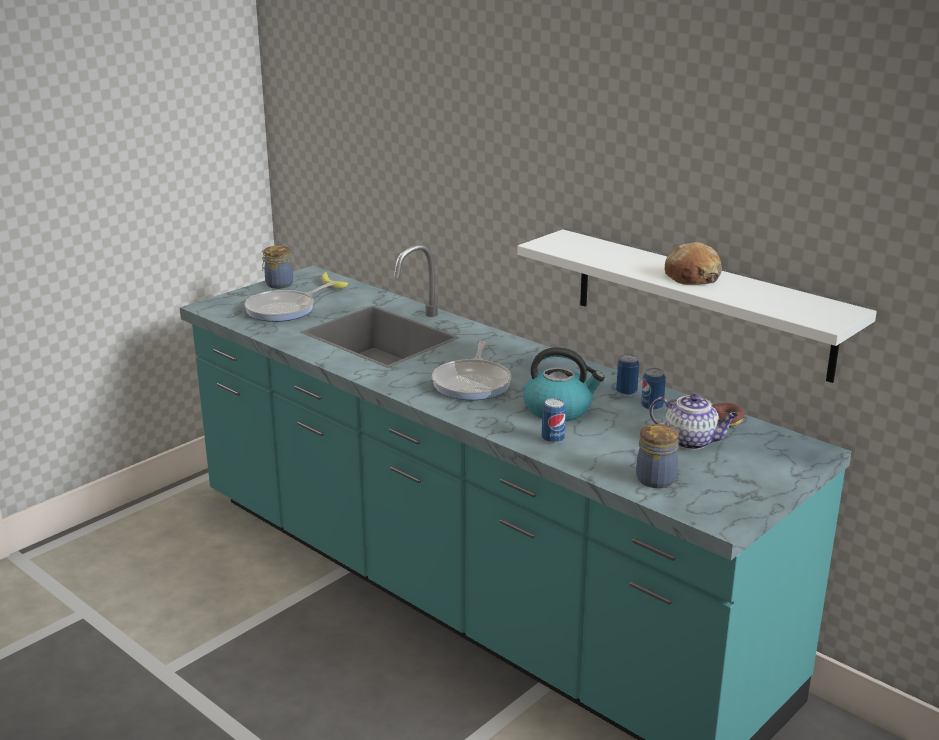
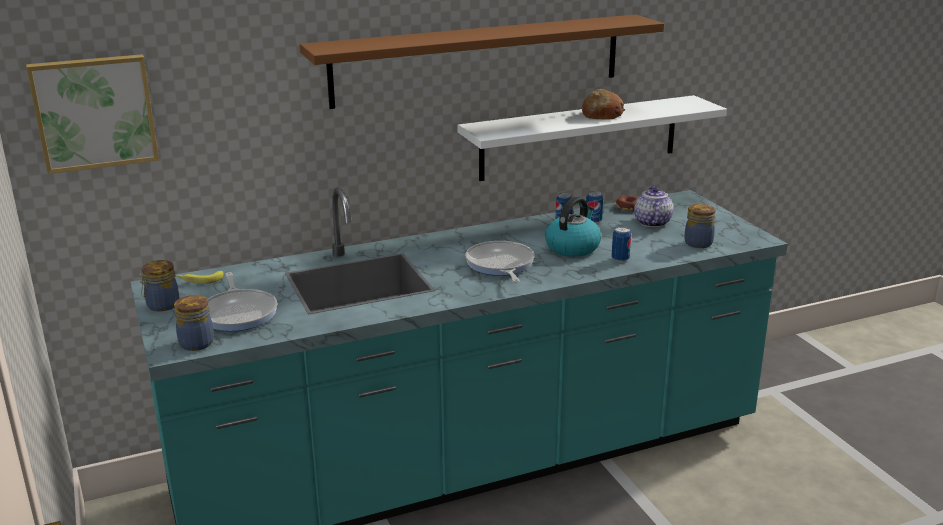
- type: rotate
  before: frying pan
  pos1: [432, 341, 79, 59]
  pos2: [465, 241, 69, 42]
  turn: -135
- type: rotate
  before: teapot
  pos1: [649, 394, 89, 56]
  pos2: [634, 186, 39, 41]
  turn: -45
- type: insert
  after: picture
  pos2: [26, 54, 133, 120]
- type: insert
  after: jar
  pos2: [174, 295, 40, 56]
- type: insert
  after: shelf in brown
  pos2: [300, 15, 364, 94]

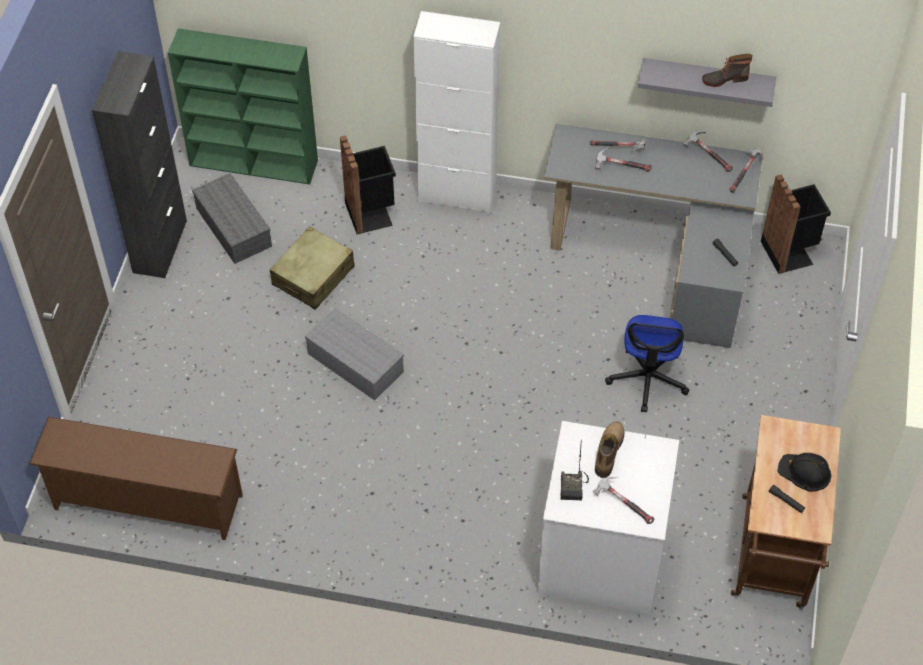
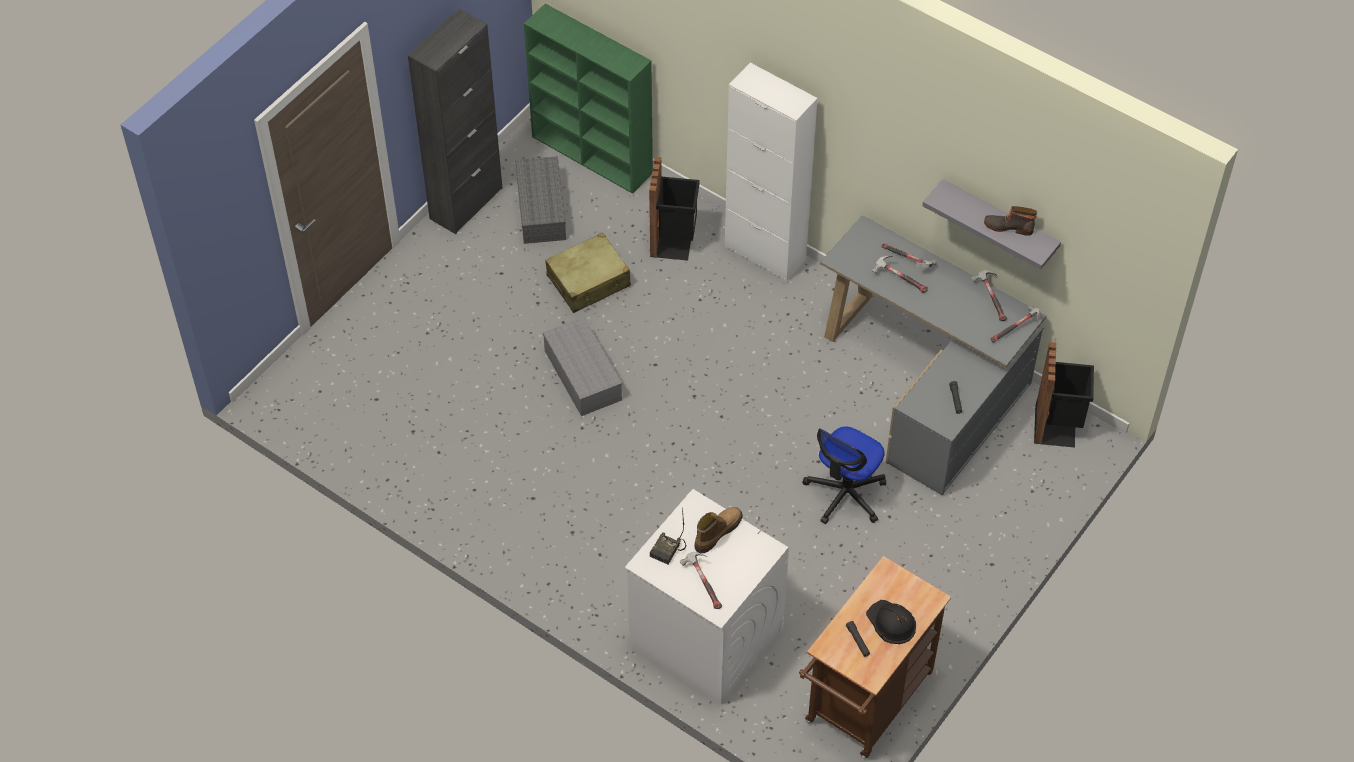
- type: delete
  before: shoe rack in brown
  pos1: [29, 417, 214, 123]

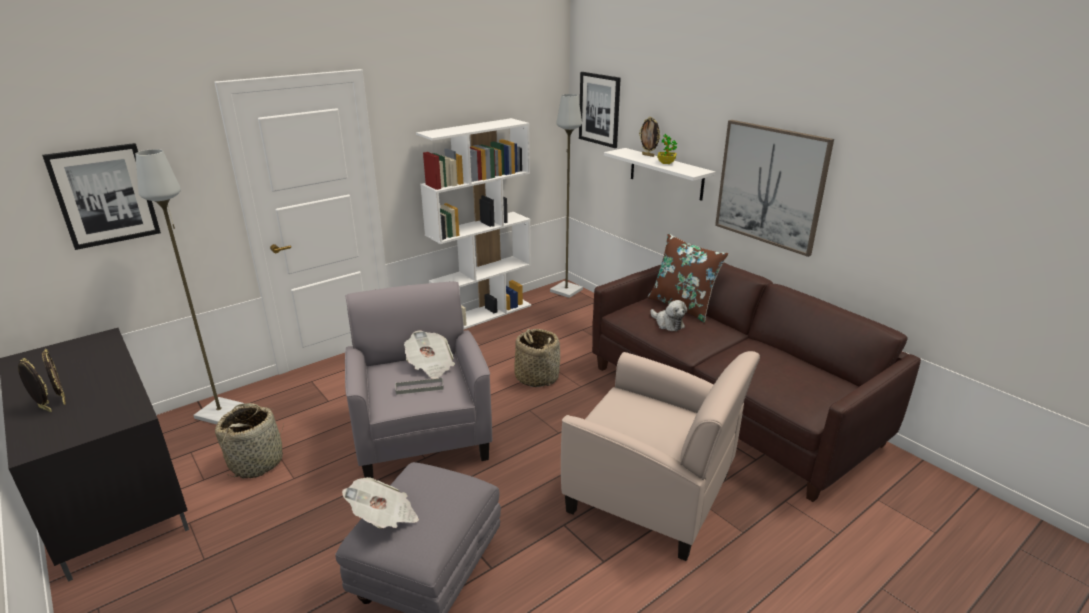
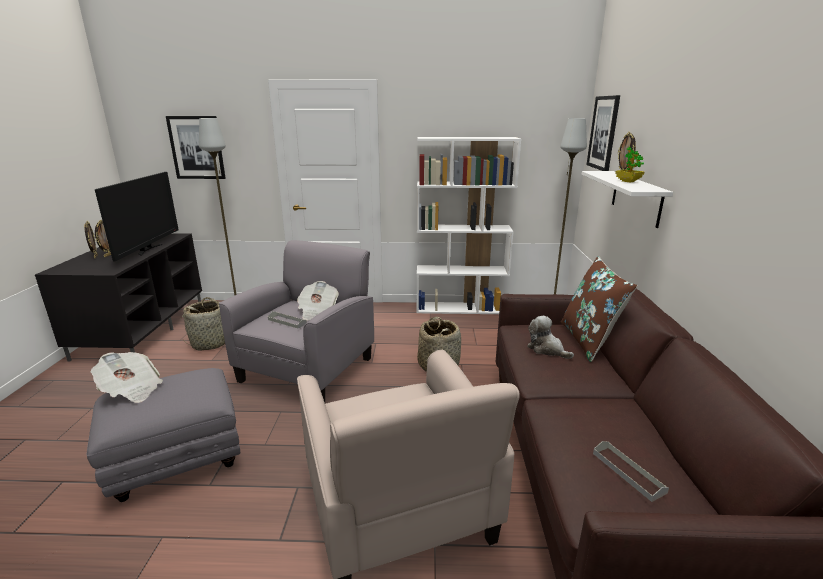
- type: rotate
  before: plush toy
  pos1: [650, 300, 37, 31]
  pos2: [527, 316, 47, 43]
  turn: 135
- type: delete
  before: picture
  pos1: [715, 120, 119, 137]
- type: insert
  after: television
  pos2: [95, 172, 84, 89]
- type: insert
  after: tray in grey
  pos2: [593, 441, 76, 61]

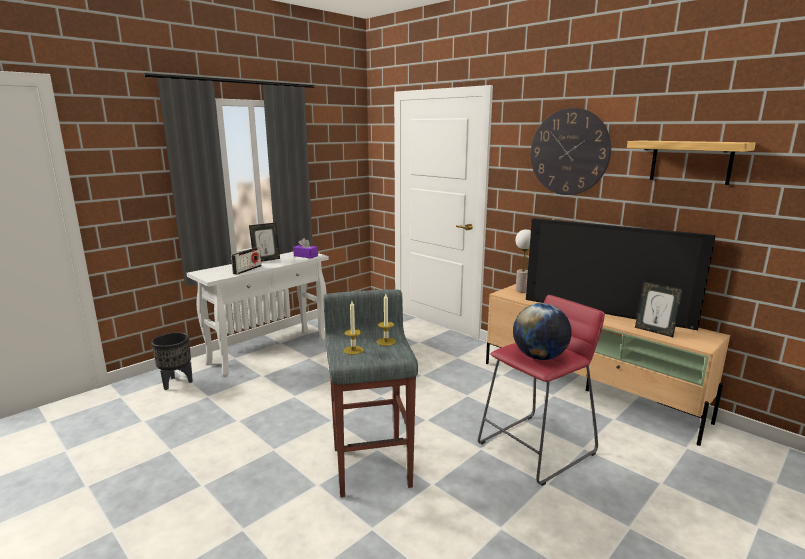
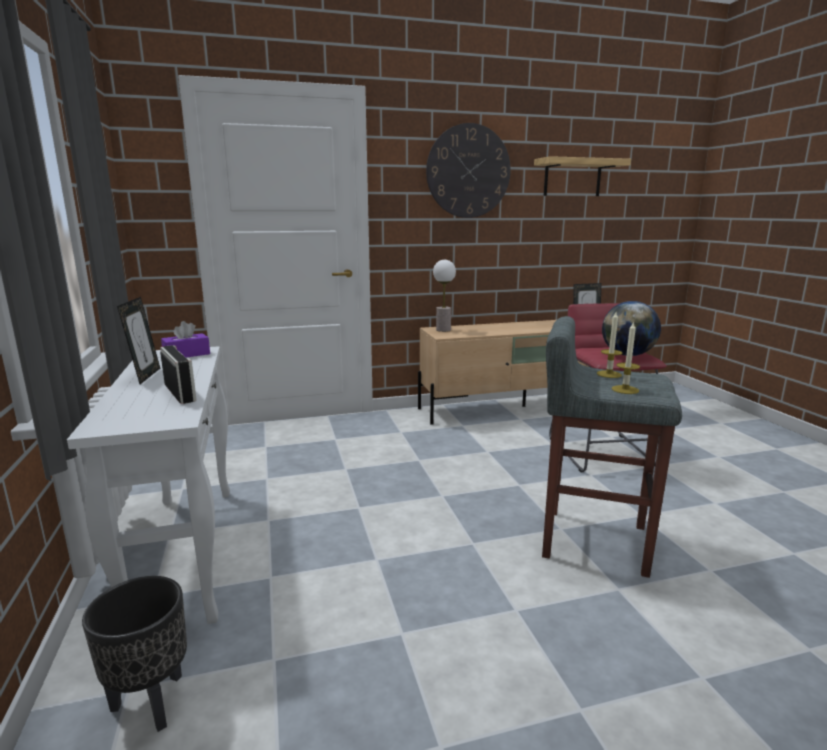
- type: delete
  before: television
  pos1: [526, 218, 190, 112]

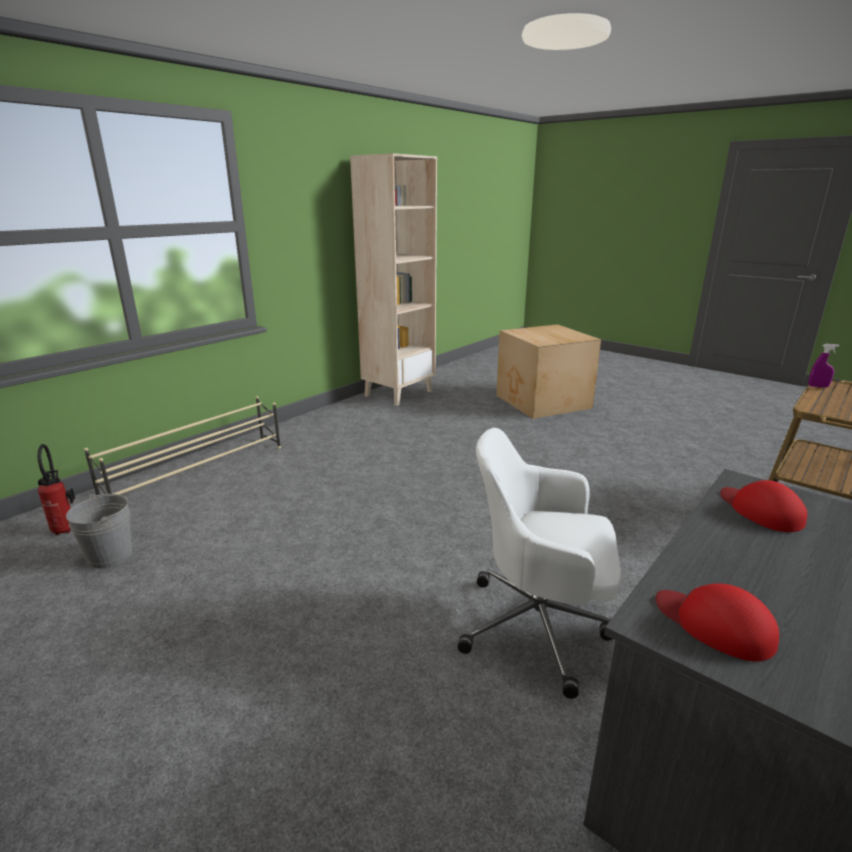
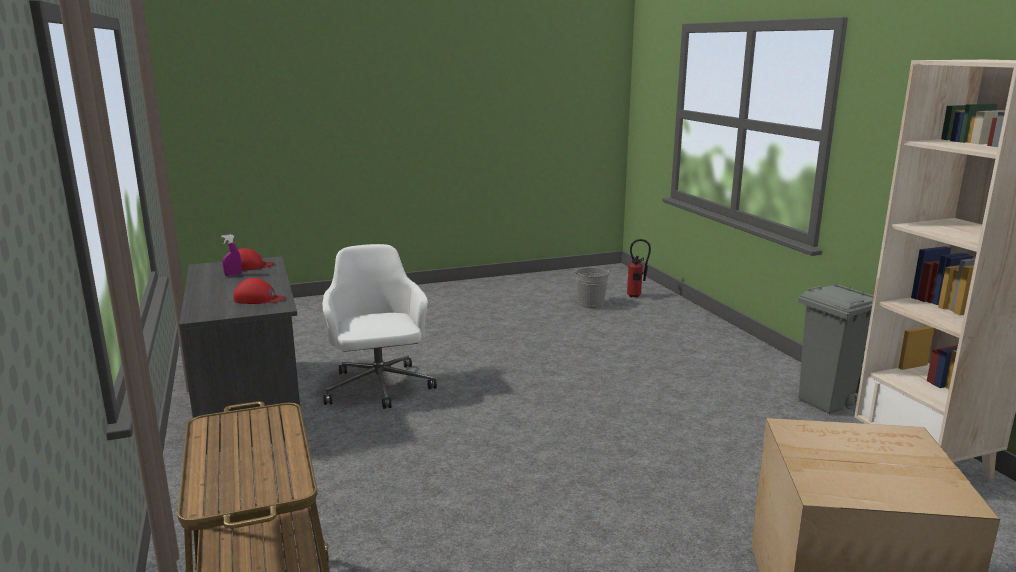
- type: delete
  before: shoe rack in beige
  pos1: [84, 396, 197, 101]
- type: rotate
  before: office chair in white
  pos1: [458, 428, 164, 271]
  pos2: [322, 244, 115, 165]
  turn: -60
- type: move
  before: spray bottle in purple
  pos1: [809, 344, 30, 44]
  pos2: [221, 234, 21, 42]
- type: insert
  after: trash can in grey
  pos2: [798, 283, 76, 131]

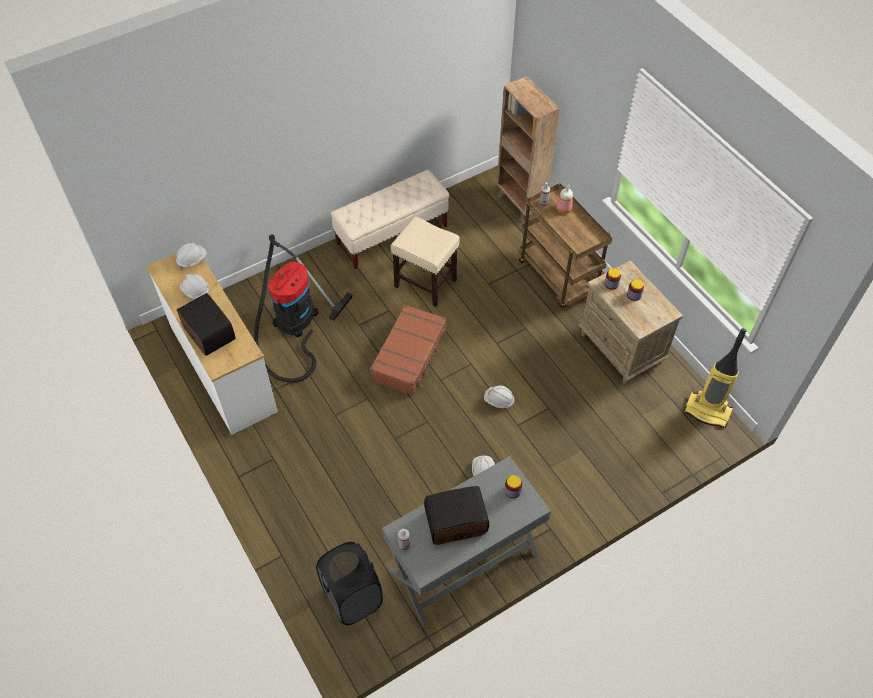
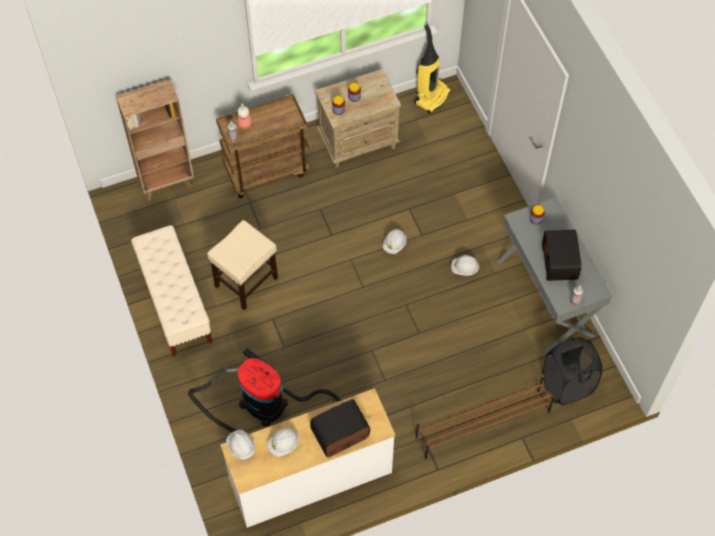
- type: delete
  before: suitcase in brown
  pos1: [370, 305, 77, 91]
- type: insert
  after: shoe rack in brown
  pos2: [415, 375, 140, 86]

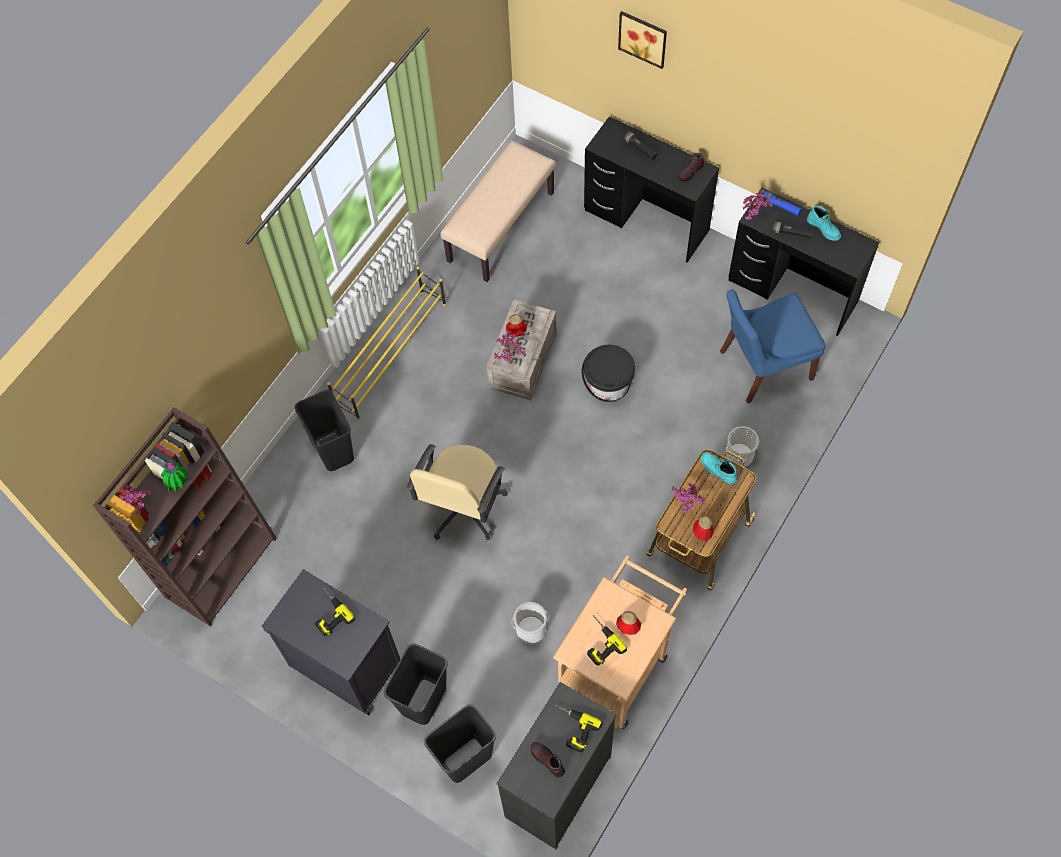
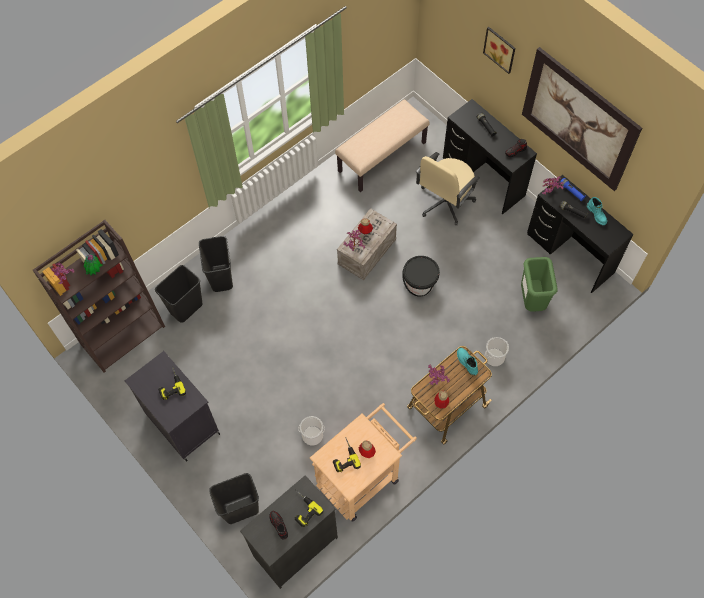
- type: delete
  before: shoe rack in yellow
  pos1: [327, 267, 119, 153]
- type: move
  before: trash can in black
  pos1: [384, 644, 64, 81]
  pos2: [155, 265, 48, 58]
- type: move
  before: office chair in beige
  pos1: [407, 444, 101, 96]
  pos2: [416, 152, 64, 73]
- type: replace
  before: chair in blue
  after: trash can in green
  pos1: [720, 289, 106, 115]
  pos2: [521, 257, 37, 55]
- type: insert
  after: picture
  pos2: [522, 47, 120, 144]

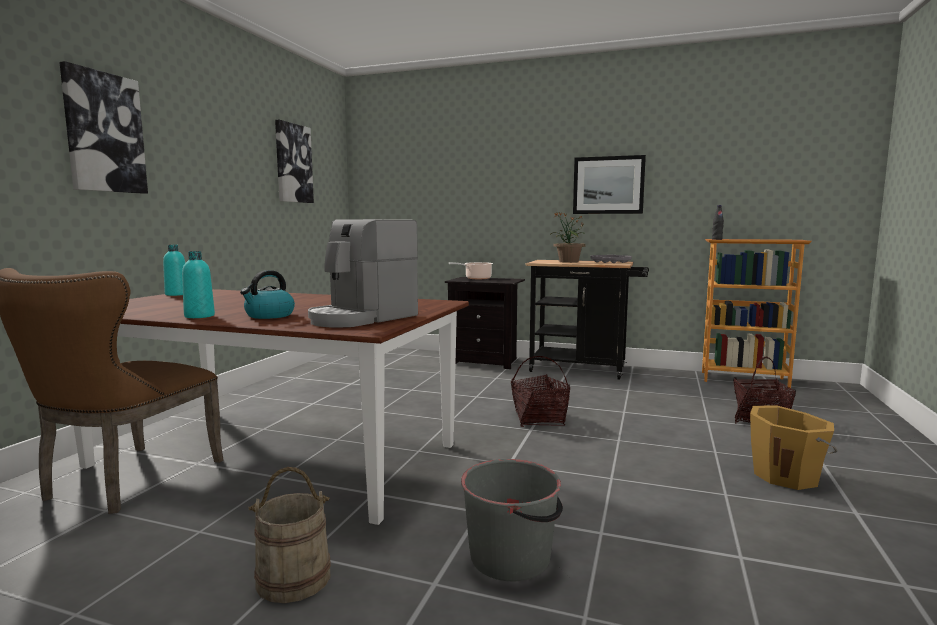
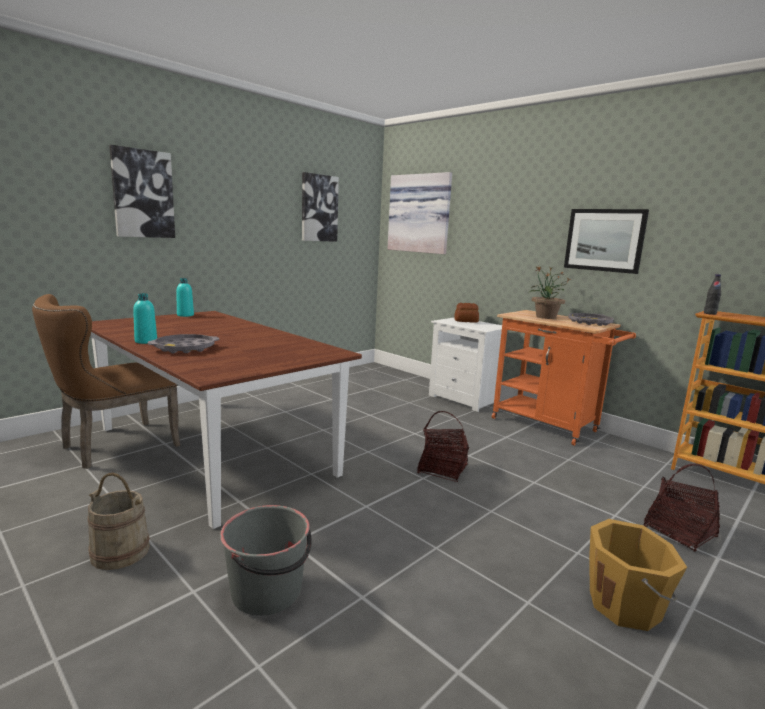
- type: replace
  before: kettle
  after: tray in grey
  pos1: [240, 270, 55, 49]
  pos2: [148, 334, 71, 19]
- type: delete
  before: coffee machine
  pos1: [308, 219, 110, 109]
- type: recolor
  before: nightstand in black
  after: nightstand in white
  pos1: [445, 277, 80, 92]
  pos2: [429, 318, 73, 94]
- type: replace
  before: cooking pot
  after: bread
  pos1: [449, 262, 44, 17]
  pos2: [454, 303, 25, 20]
- type: recolor
  before: cart in black
  after: cart in orange
  pos1: [526, 260, 123, 120]
  pos2: [492, 310, 144, 136]
- type: insert
  after: picture
  pos2: [388, 172, 64, 82]

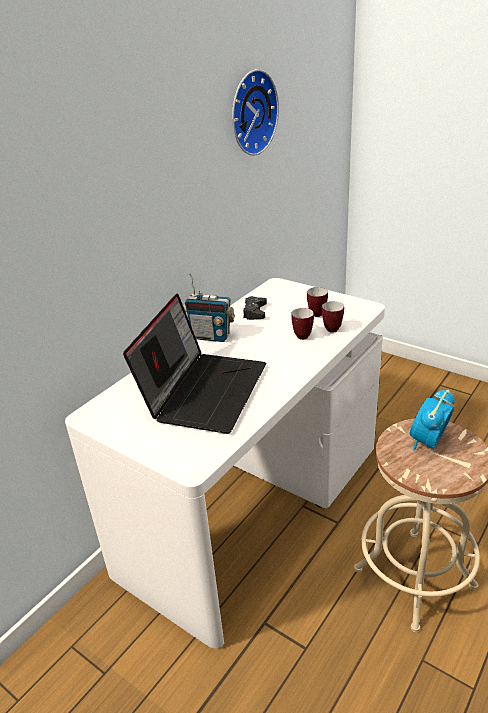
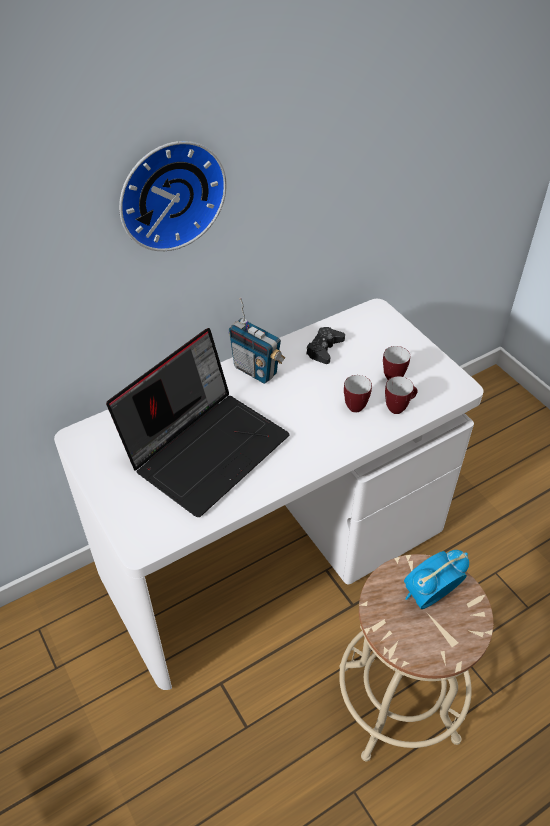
- type: move
  before: wall clock
  pos1: [232, 69, 47, 87]
  pos2: [119, 141, 107, 110]

